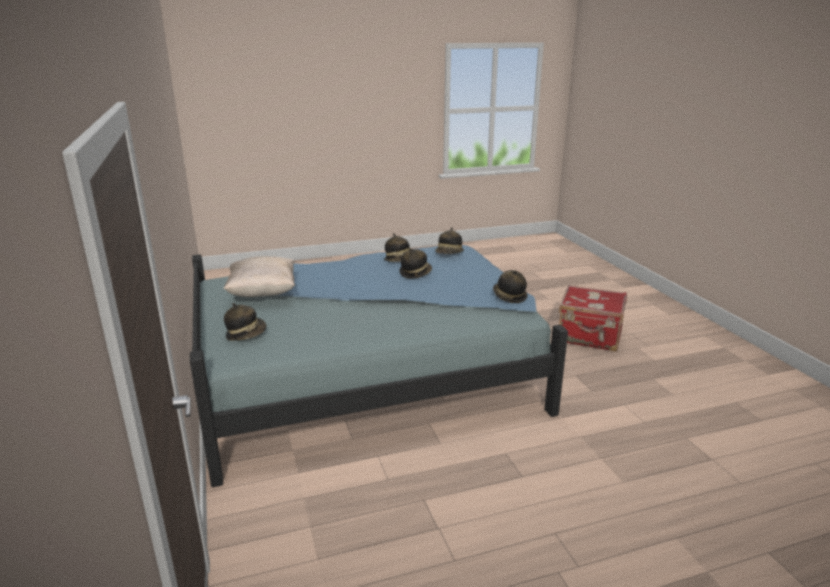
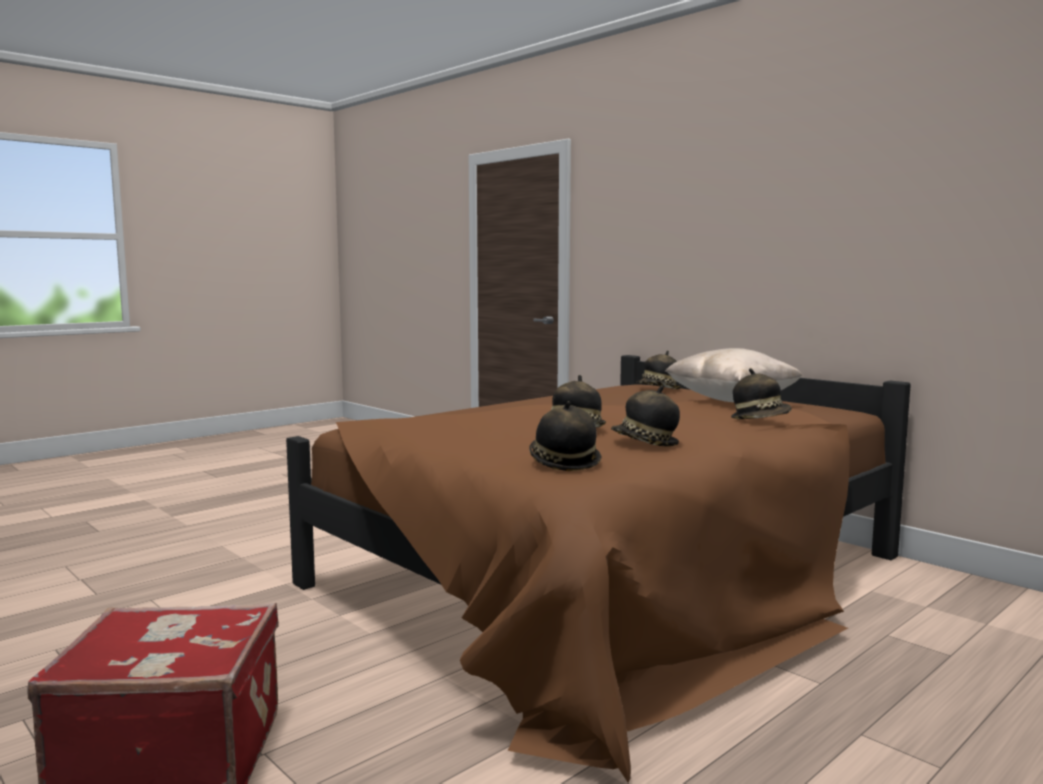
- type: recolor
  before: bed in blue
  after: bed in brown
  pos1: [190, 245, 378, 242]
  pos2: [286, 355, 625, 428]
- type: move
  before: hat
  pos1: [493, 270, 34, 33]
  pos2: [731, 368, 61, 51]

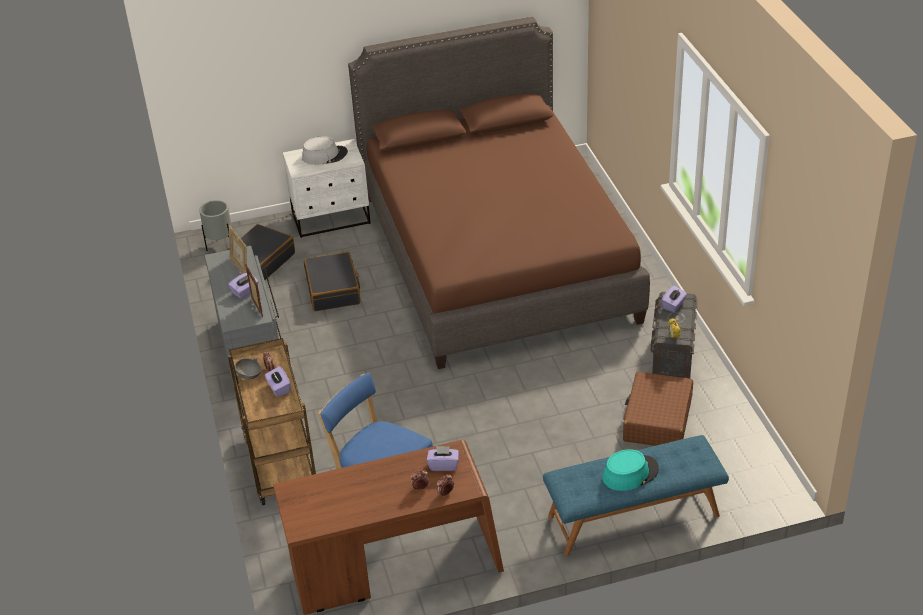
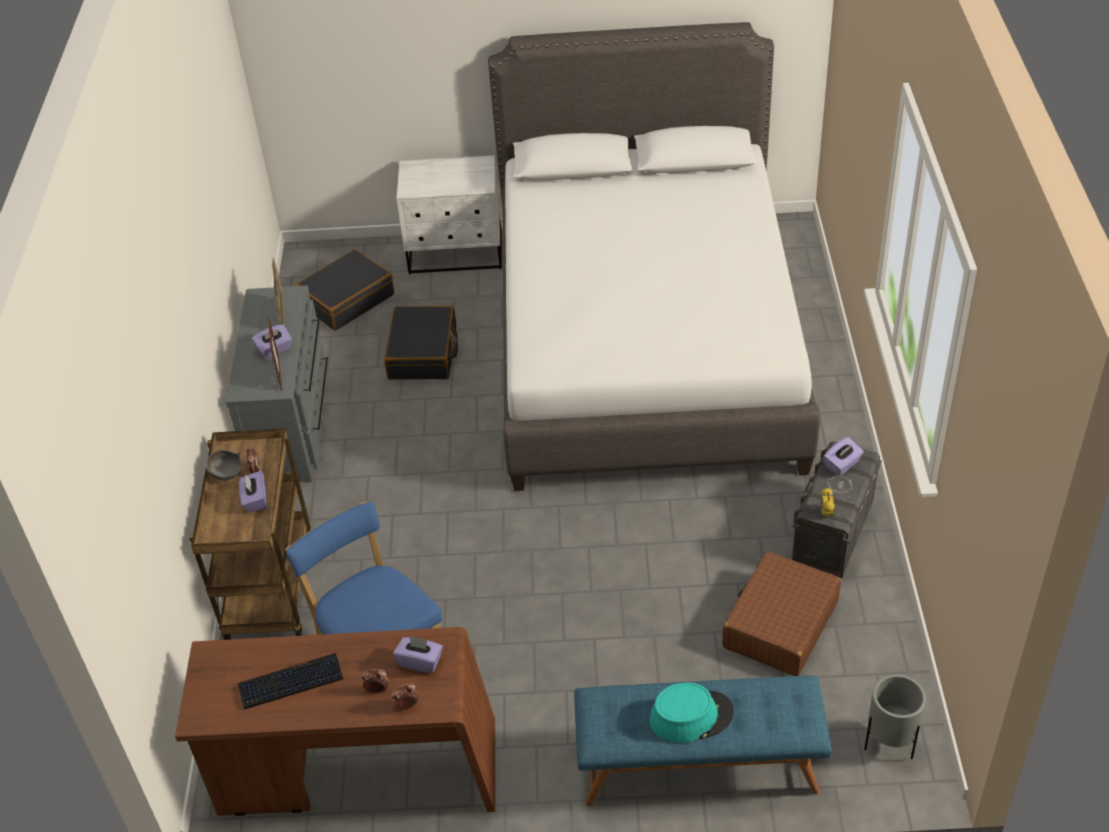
- type: move
  before: planter in grey
  pos1: [199, 200, 33, 51]
  pos2: [864, 674, 62, 85]
- type: delete
  before: hat in grey
  pos1: [302, 136, 46, 29]
- type: recolor
  before: bed in brown
  after: bed in white
  pos1: [348, 17, 302, 352]
  pos2: [488, 22, 332, 469]
- type: insert
  after: keyboard
  pos2: [238, 653, 105, 57]

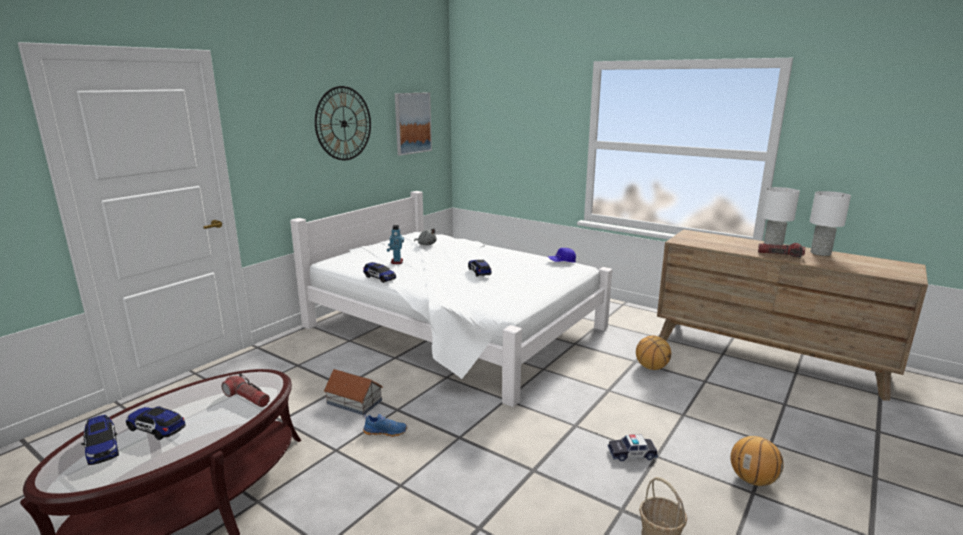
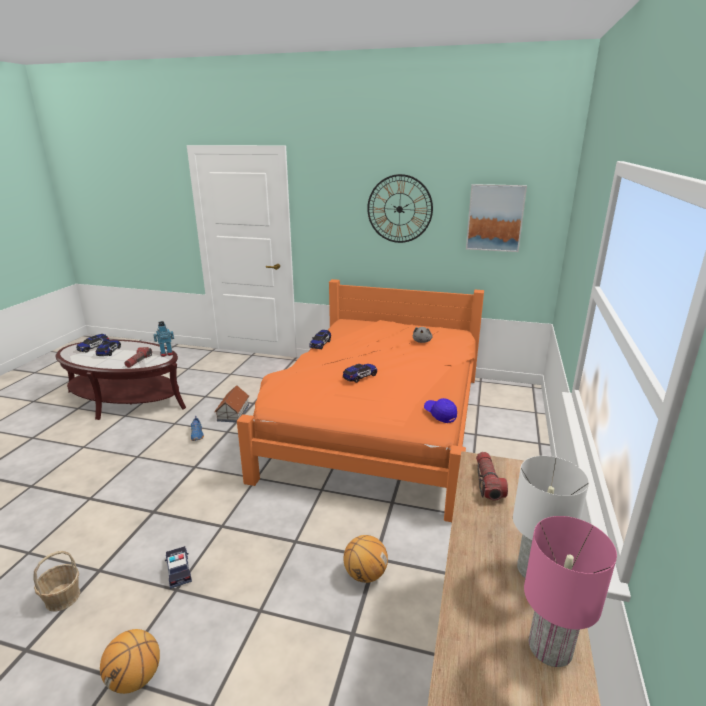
- type: recolor
  before: bed in white
  after: bed in orange
  pos1: [290, 191, 322, 216]
  pos2: [237, 279, 247, 243]
- type: move
  before: toy robot
  pos1: [387, 225, 17, 39]
  pos2: [153, 321, 21, 36]
- type: move
  before: flashlight
  pos1: [758, 243, 47, 15]
  pos2: [476, 452, 32, 49]
- type: recolor
  before: table lamp in white
  after: table lamp in pink
  pos1: [810, 191, 41, 65]
  pos2: [524, 516, 93, 151]

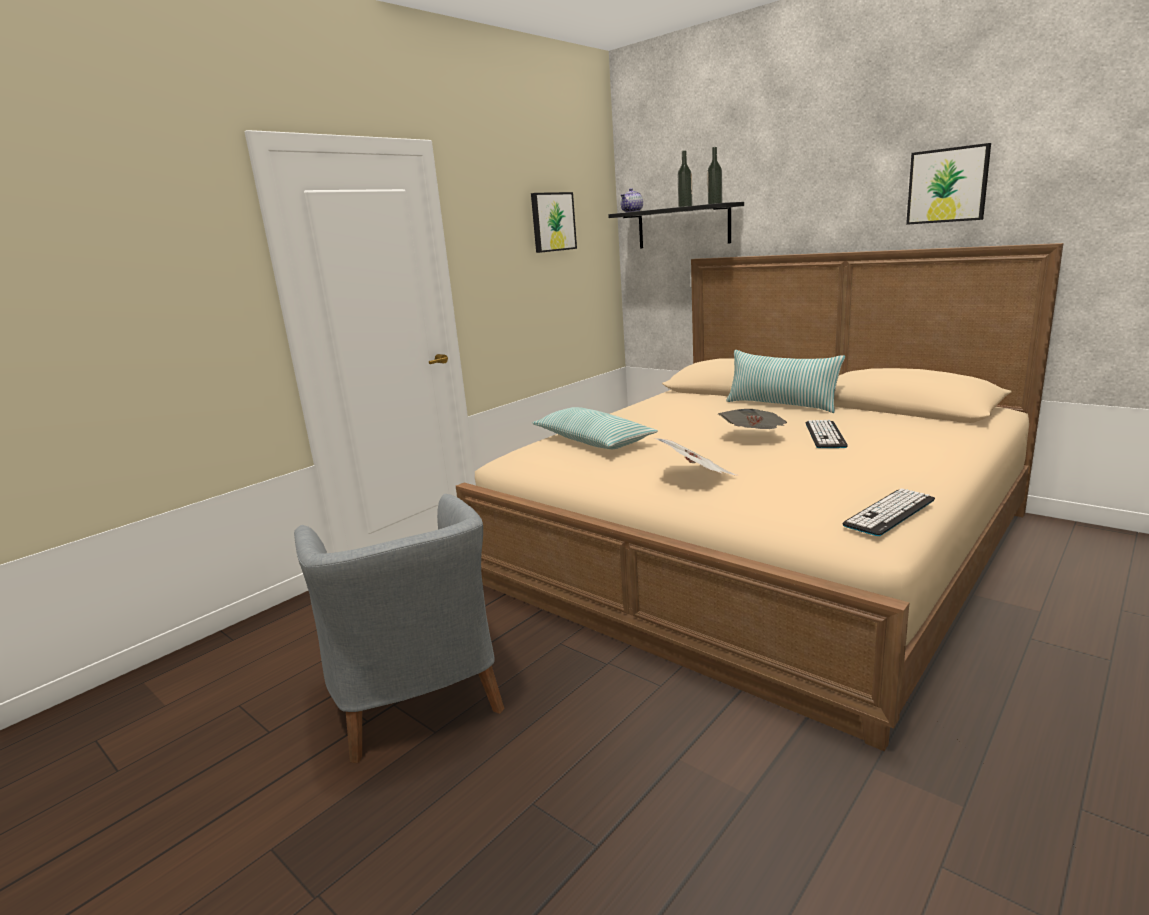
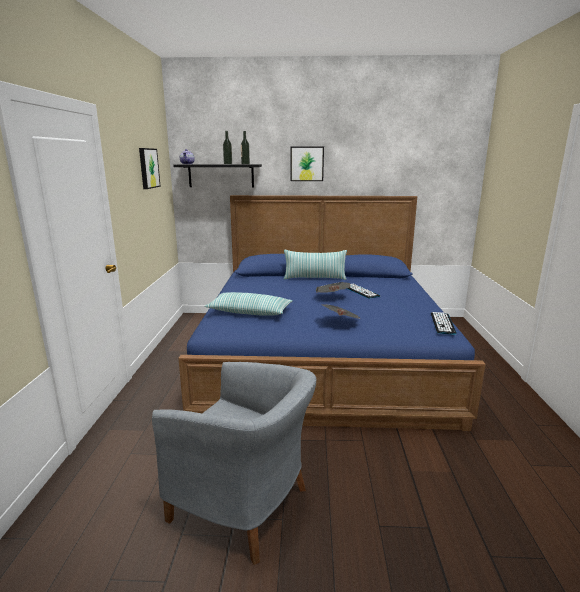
- type: recolor
  before: bed in beige
  after: bed in blue
  pos1: [456, 243, 608, 508]
  pos2: [178, 195, 308, 236]
- type: move
  before: picture
  pos1: [906, 143, 85, 82]
  pos2: [291, 147, 33, 34]

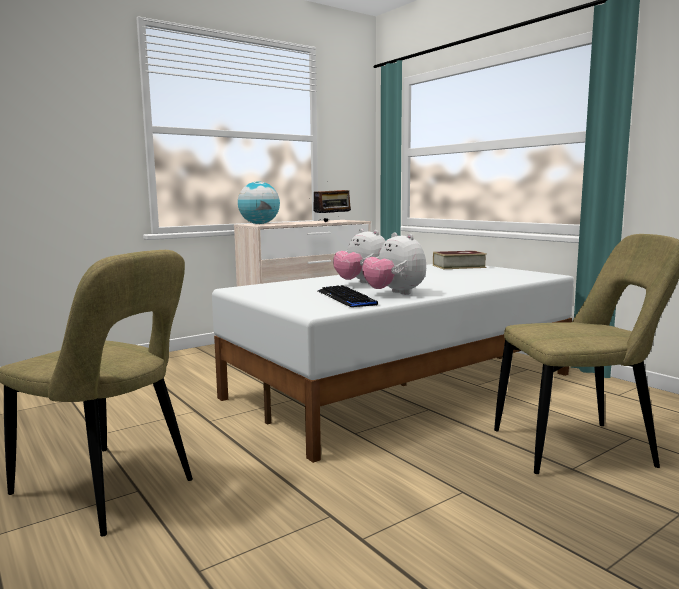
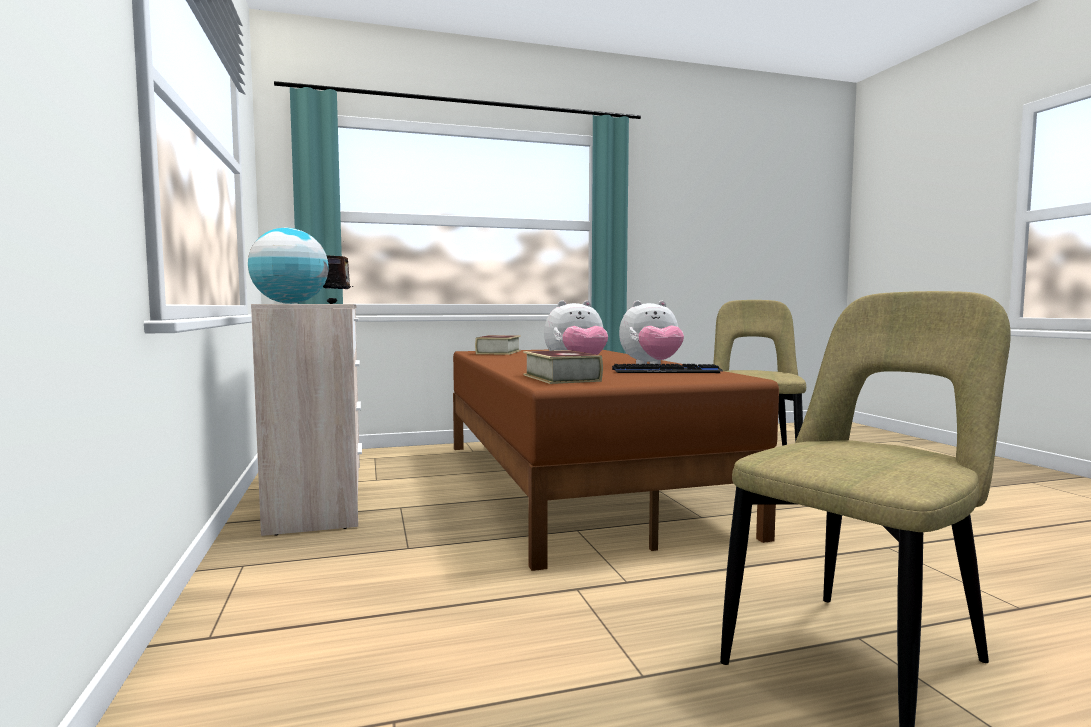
- type: recolor
  before: bed in white
  after: bed in brown
  pos1: [212, 264, 362, 199]
  pos2: [453, 350, 326, 221]
- type: insert
  after: book
  pos2: [523, 350, 80, 34]

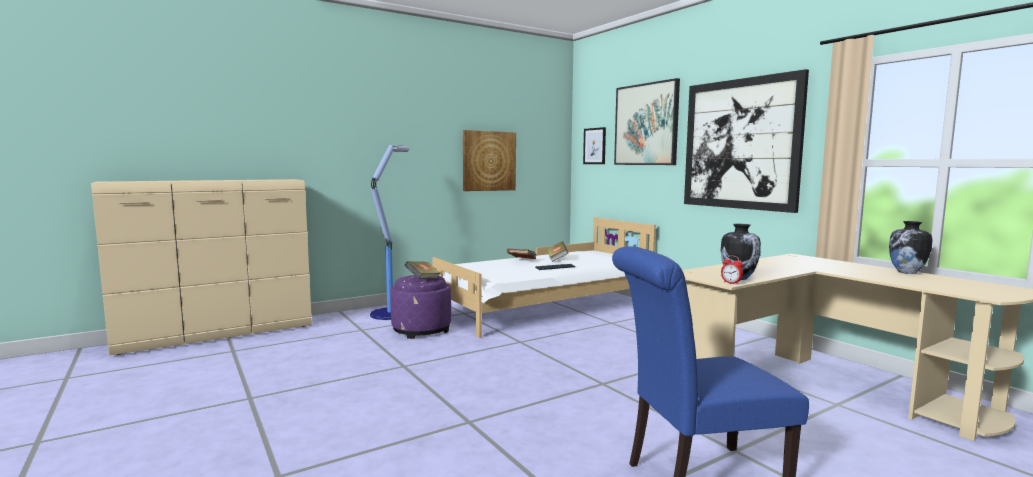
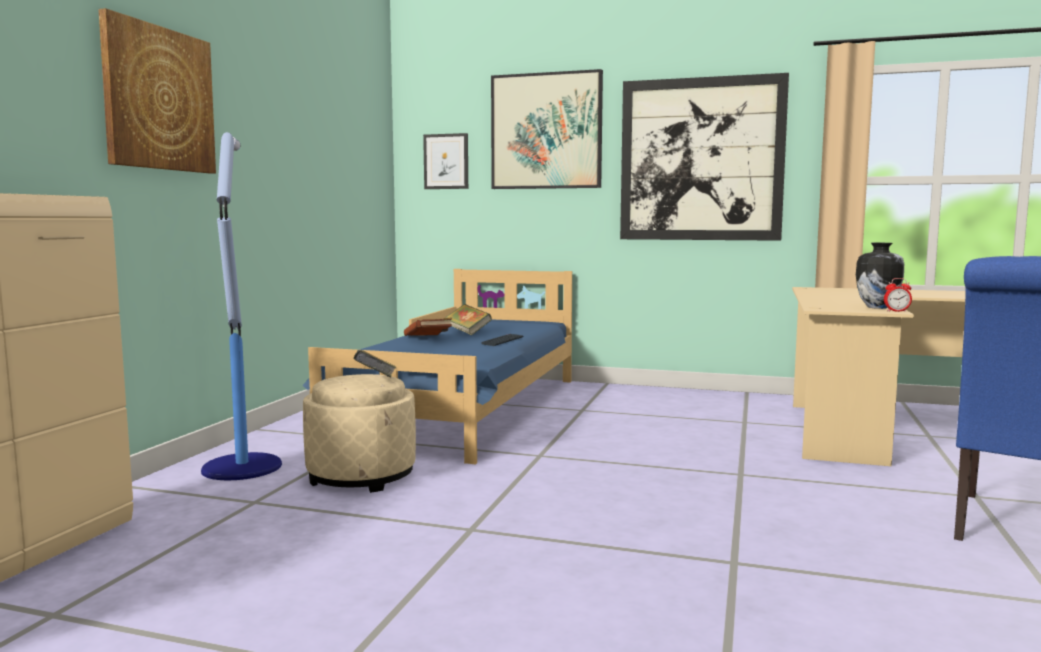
- type: recolor
  before: ottoman in purple
  after: ottoman in beige
  pos1: [390, 275, 61, 64]
  pos2: [303, 374, 113, 119]
- type: recolor
  before: bed in white
  after: bed in blue
  pos1: [432, 217, 224, 121]
  pos2: [303, 269, 269, 195]
- type: move
  before: picture
  pos1: [463, 130, 53, 61]
  pos2: [98, 8, 118, 166]
- type: delete
  before: vase
  pos1: [889, 221, 44, 53]

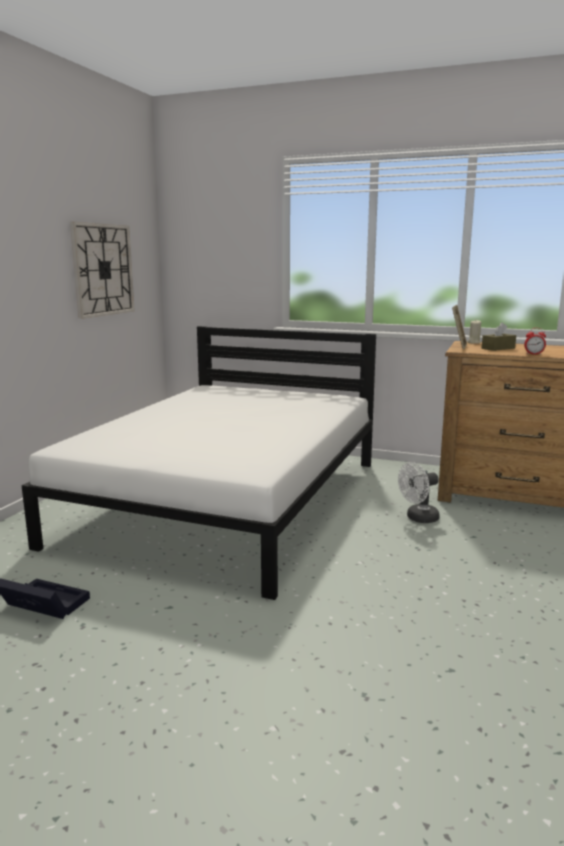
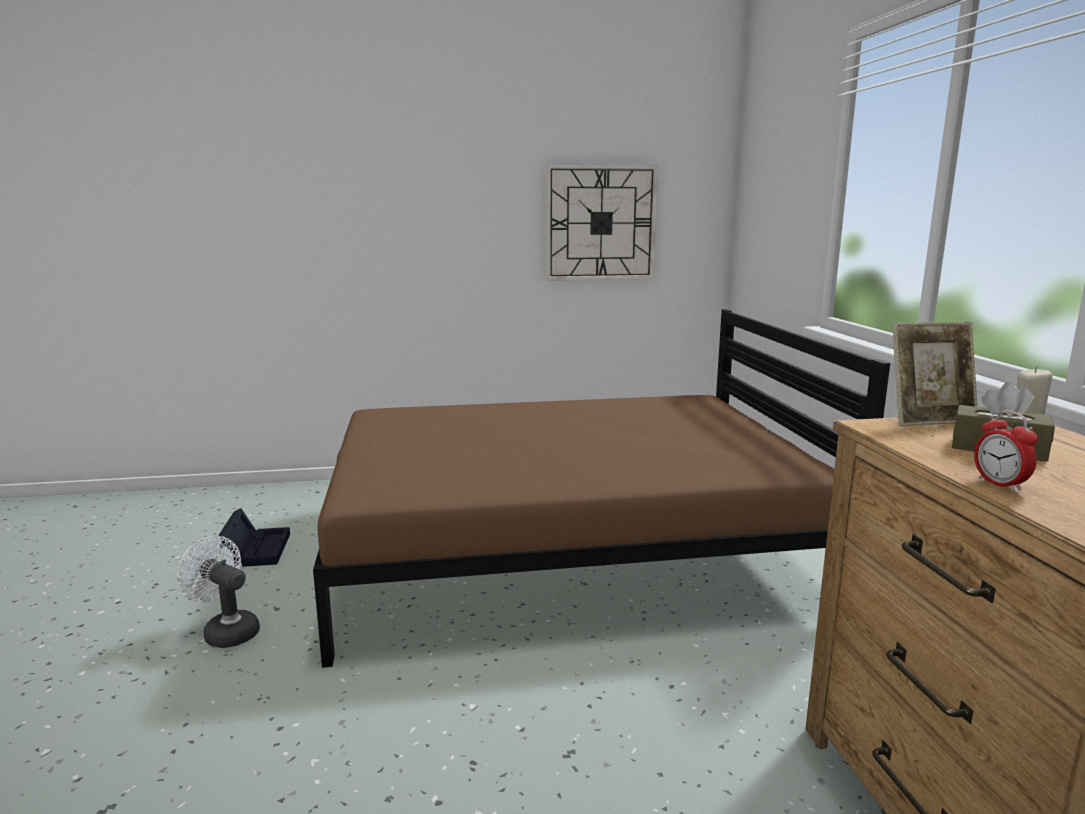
- type: recolor
  before: bed in white
  after: bed in brown
  pos1: [22, 326, 354, 274]
  pos2: [313, 309, 577, 359]
- type: move
  before: fan in white
  pos1: [398, 462, 42, 61]
  pos2: [176, 536, 84, 112]

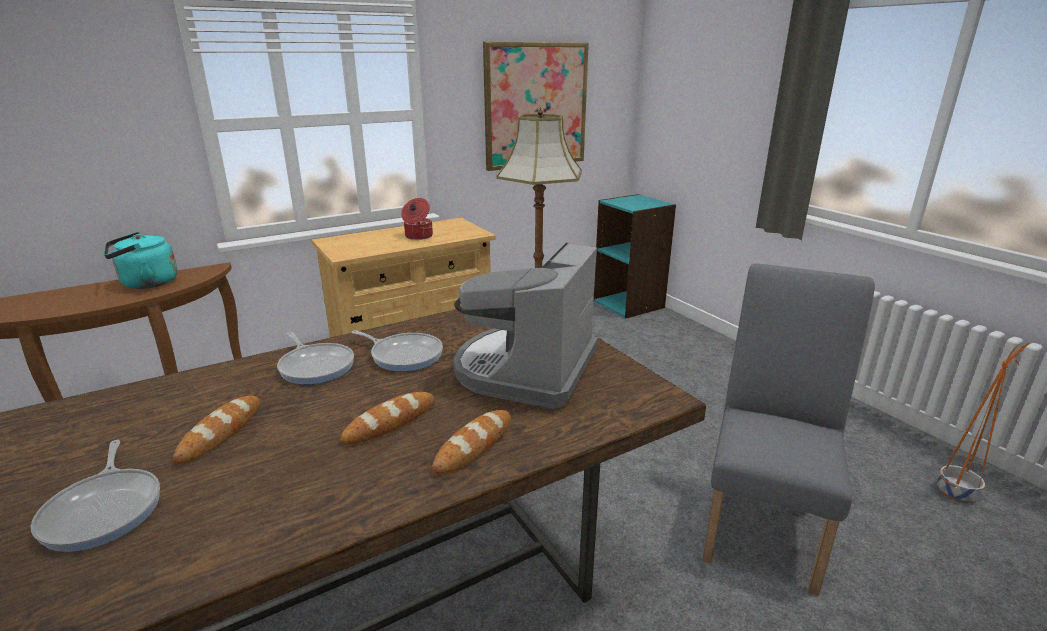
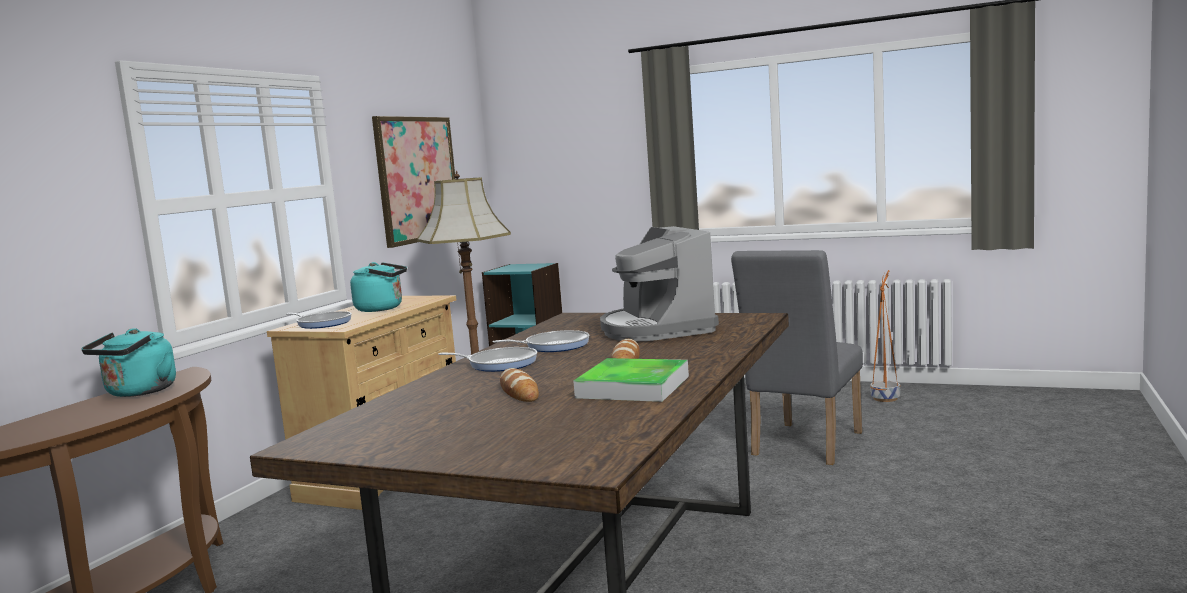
- type: move
  before: frying pan
  pos1: [31, 440, 129, 112]
  pos2: [286, 311, 66, 18]
- type: replace
  before: cooking pot
  after: kettle in turquoise
  pos1: [401, 198, 32, 42]
  pos2: [350, 262, 57, 50]
- type: delete
  before: bread
  pos1: [432, 410, 79, 65]
- type: rotate
  before: chair in grey
  pos1: [702, 263, 173, 333]
  pos2: [731, 250, 132, 215]
  turn: -135
- type: insert
  after: tray
  pos2: [573, 358, 116, 44]

